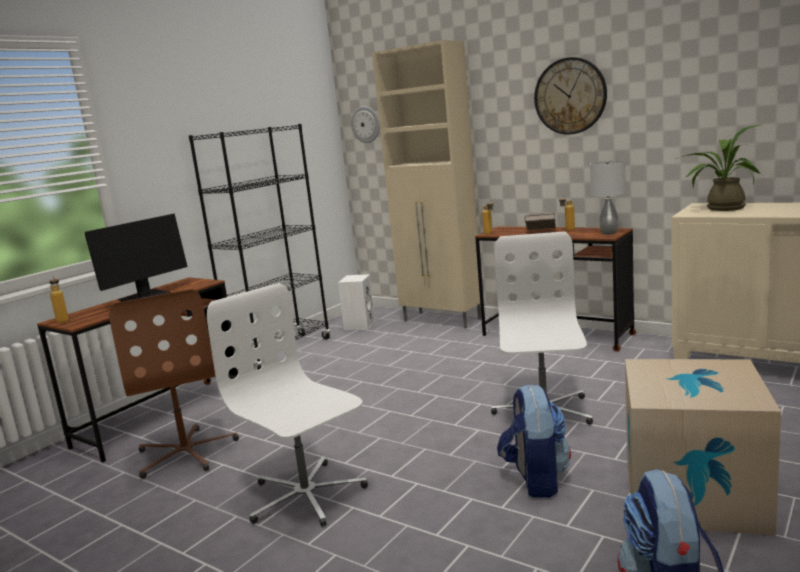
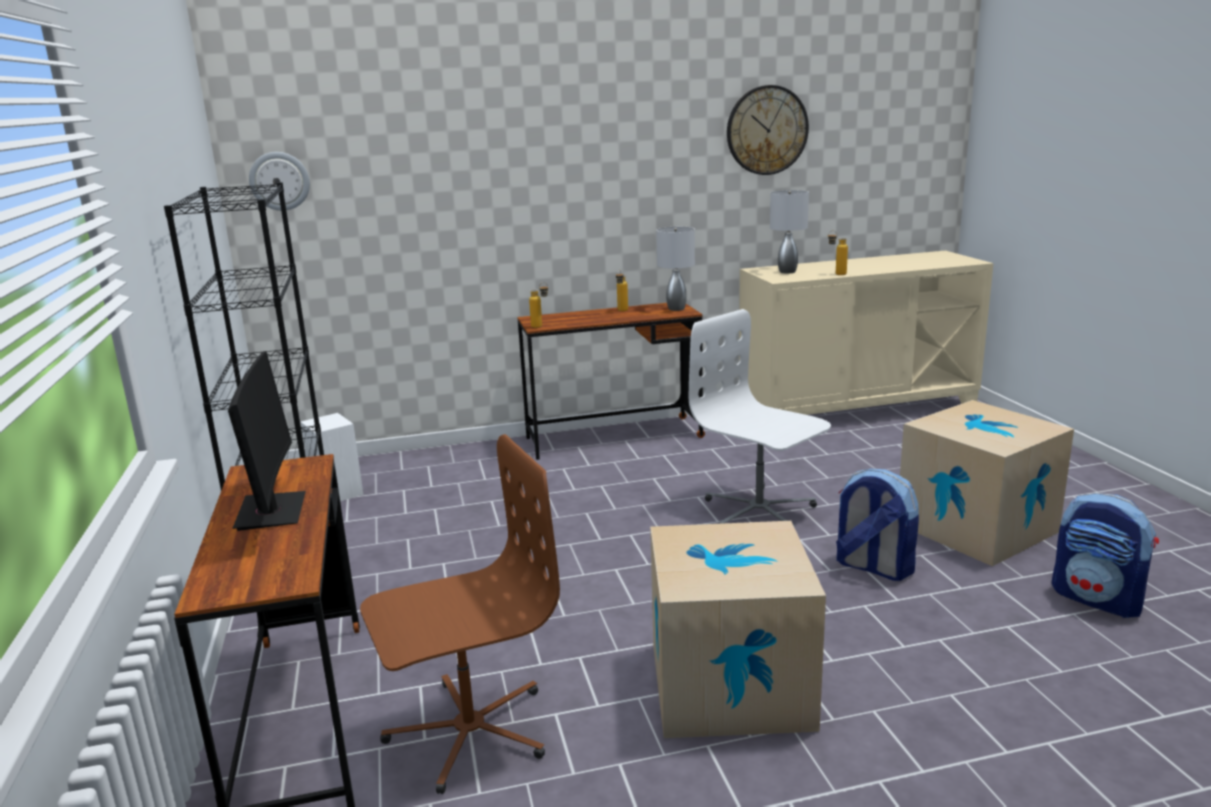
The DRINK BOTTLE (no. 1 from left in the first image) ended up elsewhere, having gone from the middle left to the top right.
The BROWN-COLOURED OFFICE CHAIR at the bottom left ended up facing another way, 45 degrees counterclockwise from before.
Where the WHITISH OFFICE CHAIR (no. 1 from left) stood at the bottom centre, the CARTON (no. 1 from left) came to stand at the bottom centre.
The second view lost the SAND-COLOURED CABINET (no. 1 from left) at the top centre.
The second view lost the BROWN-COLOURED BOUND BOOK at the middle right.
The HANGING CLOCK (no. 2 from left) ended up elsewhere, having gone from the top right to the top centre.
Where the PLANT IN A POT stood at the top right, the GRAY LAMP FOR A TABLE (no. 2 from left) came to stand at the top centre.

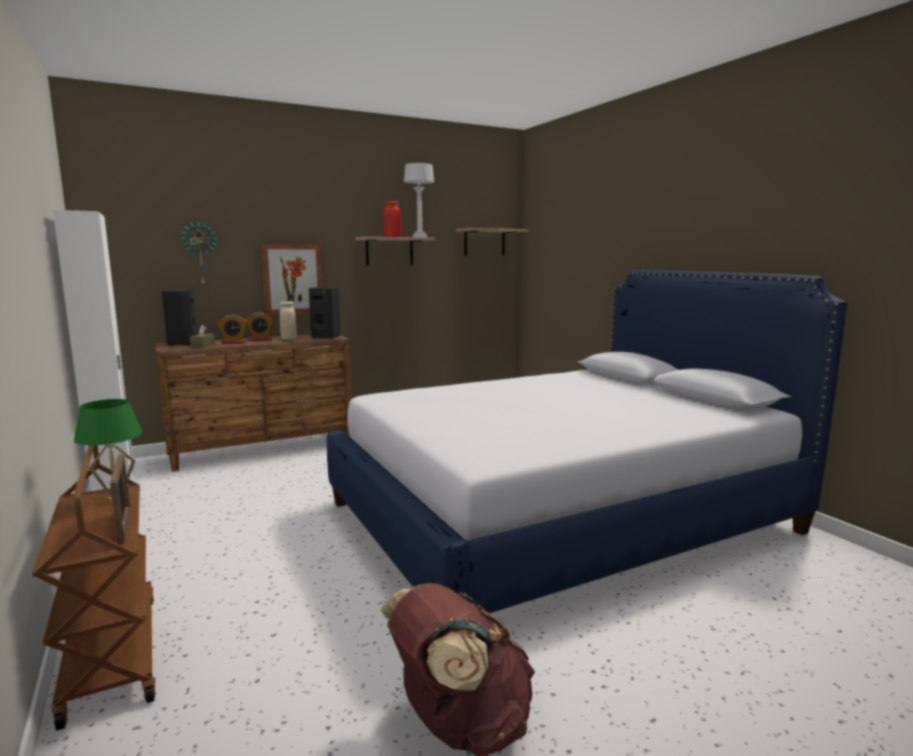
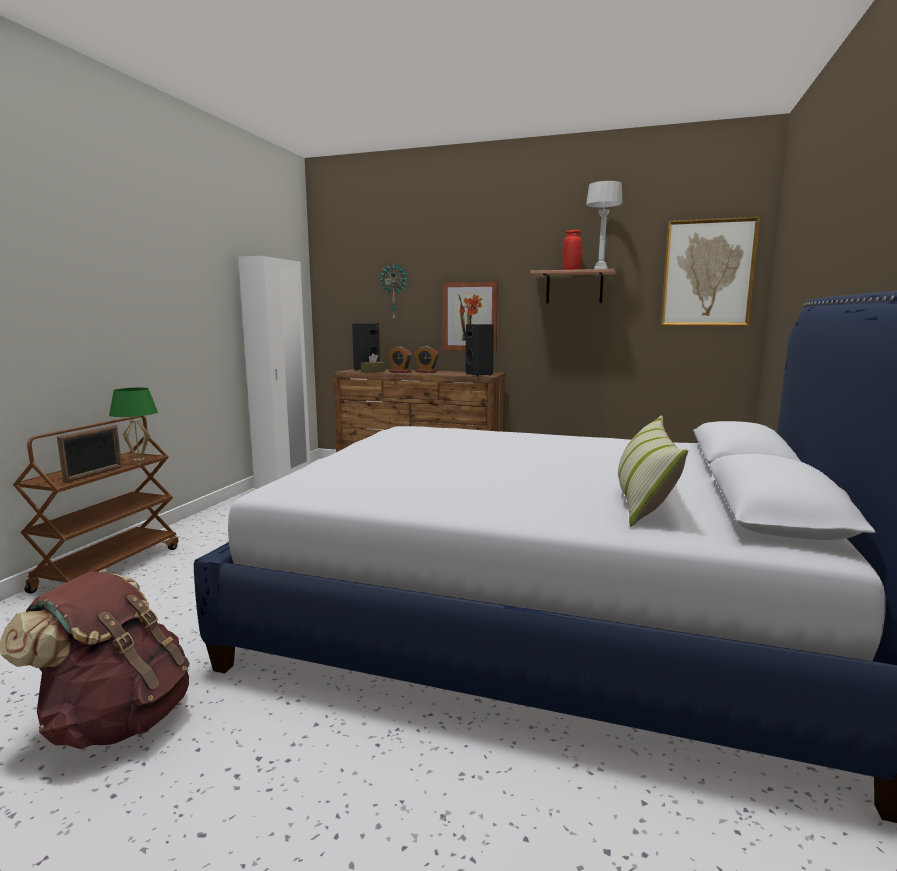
The second view lost the SAND-COLOURED DECORATIVE VASE at the middle left.
Where the SHELF (no. 2 from left) hung at the top centre, the PICTURE (no. 2 from left) came to hang at the top right.
The second view gained the CUSHION at the middle right.

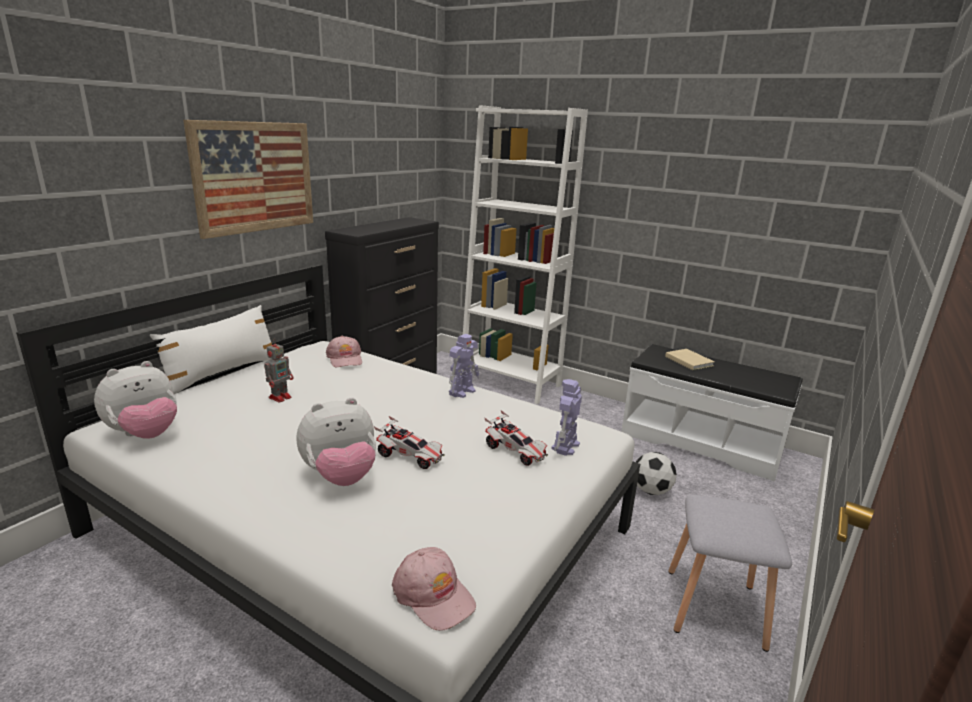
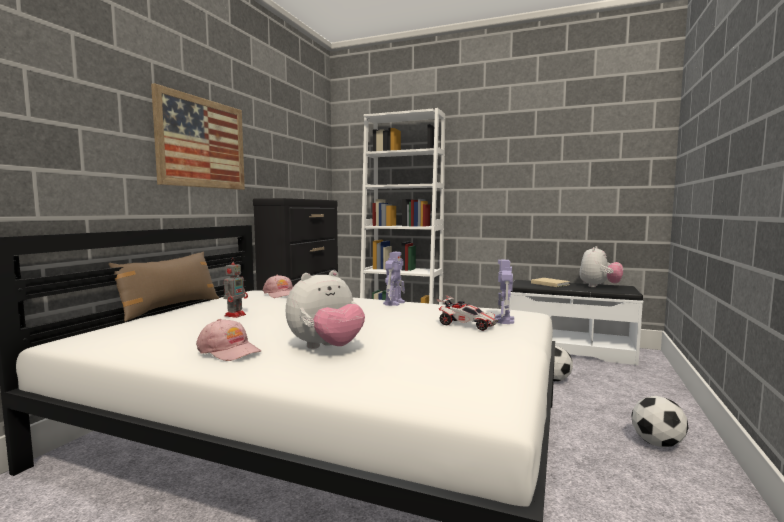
The SOFT TOY (no. 1 from left in the first image) ended up elsewhere, having gone from the middle left to the middle right.
What was the WHITISH CUSHION at the middle left turned into the BROWN-COLOURED CUSHION at the middle left.
The second view lost the TOY CAR (no. 1 from left) at the centre.
The PINK PEAKED CAP (no. 2 from left in the first image) ended up elsewhere, having gone from the bottom centre to the middle left.
Where the GRAY SITTING STOOL stood at the bottom right, the BALL FOR FOOTBALL (no. 2 from left) came to stand at the bottom right.

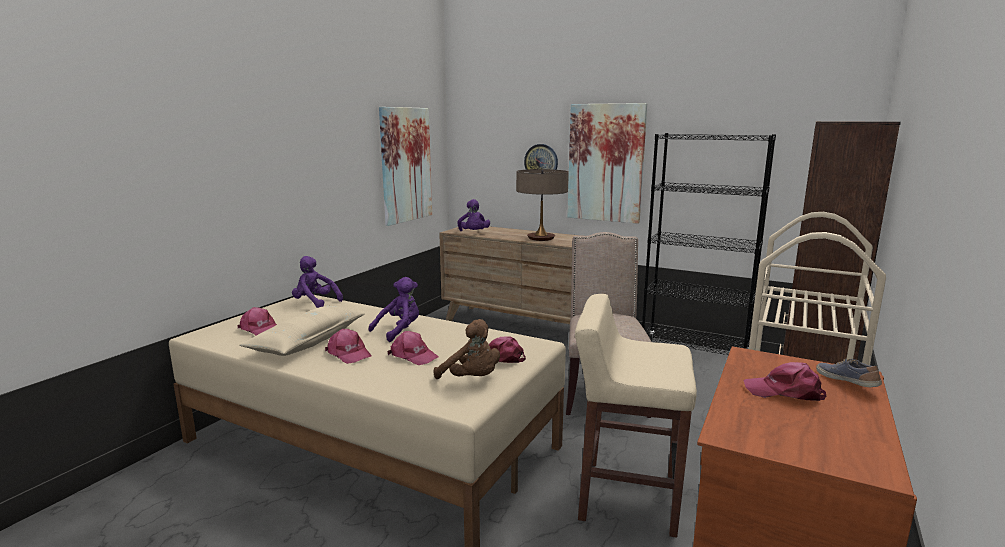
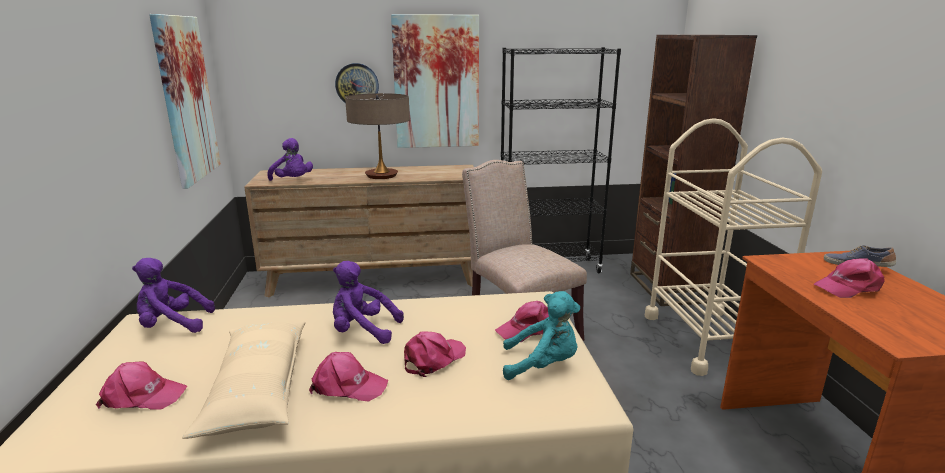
The PURPLISH SOFT TOY (no. 2 from left in the first image) at the centre ended up facing another way, 90 degrees counterclockwise from before.
The PINK PEAKED CAP (no. 3 from left) at the centre ended up facing another way, 45 degrees counterclockwise from before.
What was the BROWN-COLOURED SOFT TOY at the centre turned into the TURQUOISE-COLOURED SOFT TOY at the bottom centre.
The second view lost the SAND-COLOURED SITTING STOOL at the bottom centre.

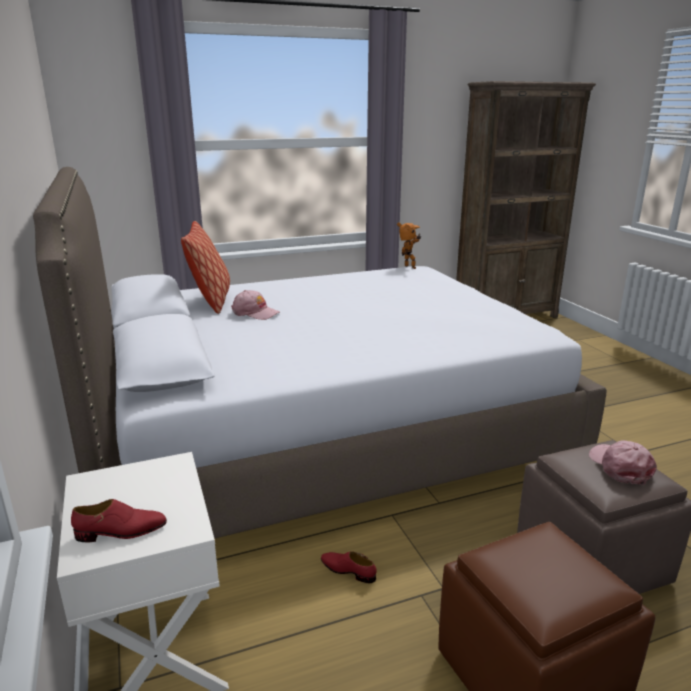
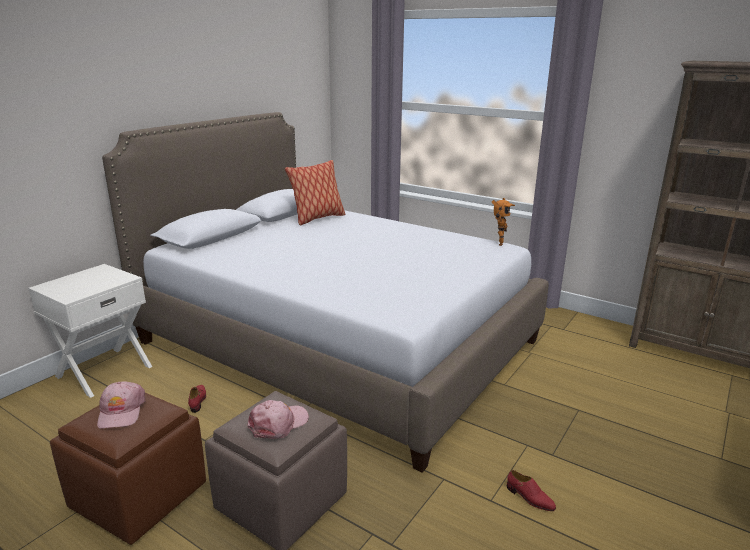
The RED LOW SHOE (no. 1 from left in the first image) ended up elsewhere, having gone from the bottom left to the bottom right.
The PINK PEAKED CAP (no. 1 from left) ended up elsewhere, having gone from the centre to the bottom left.

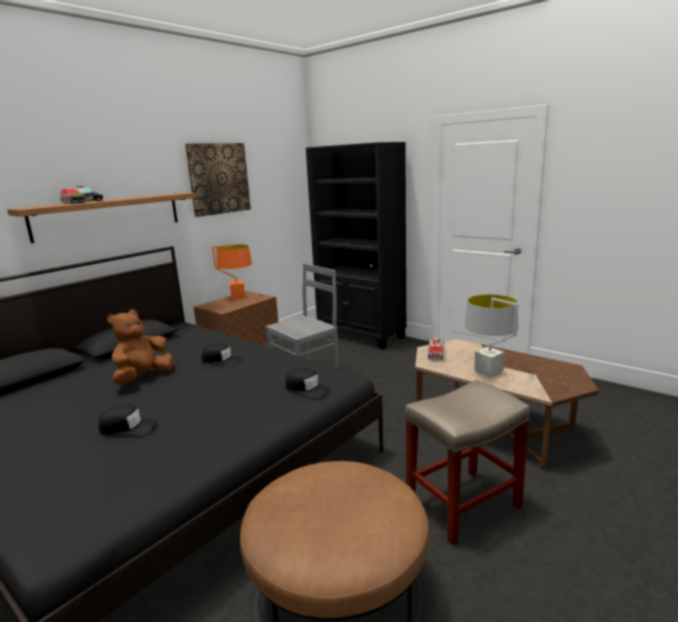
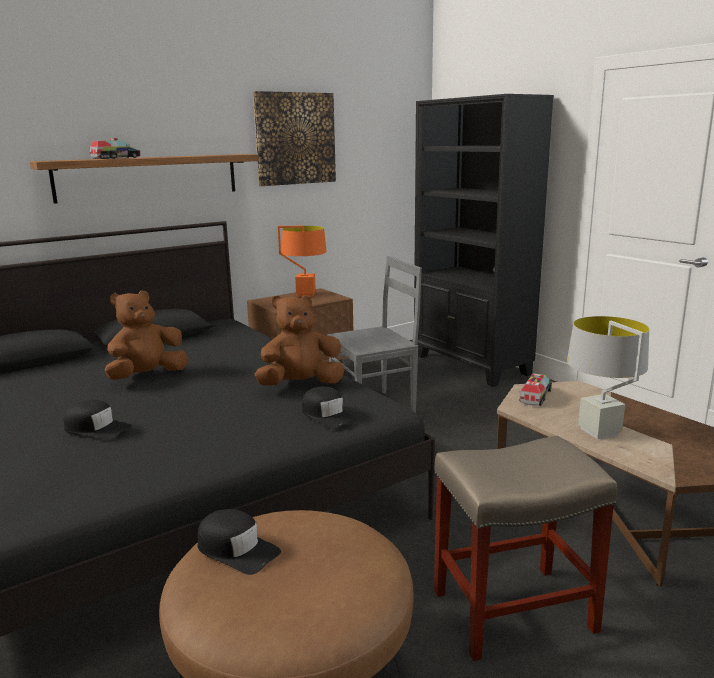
The BLACK PEAKED CAP (no. 2 from left) ended up elsewhere, having gone from the middle left to the bottom centre.
The second view gained the BROWN-COLOURED SOFT TOY (no. 2 from left) at the centre.

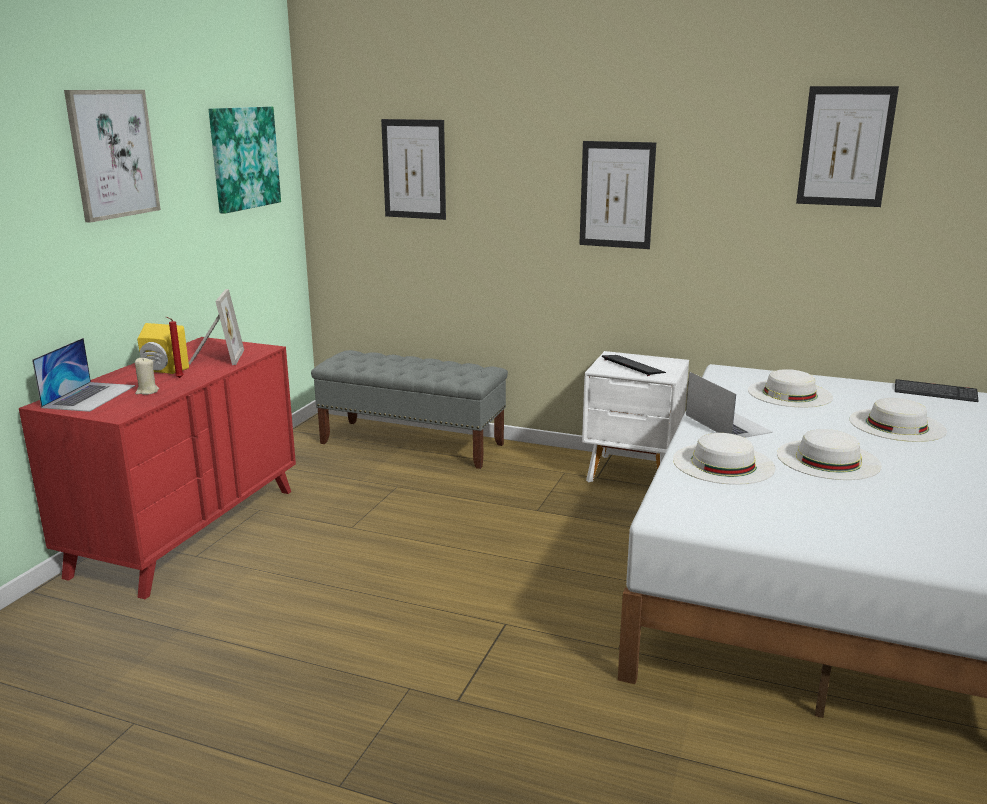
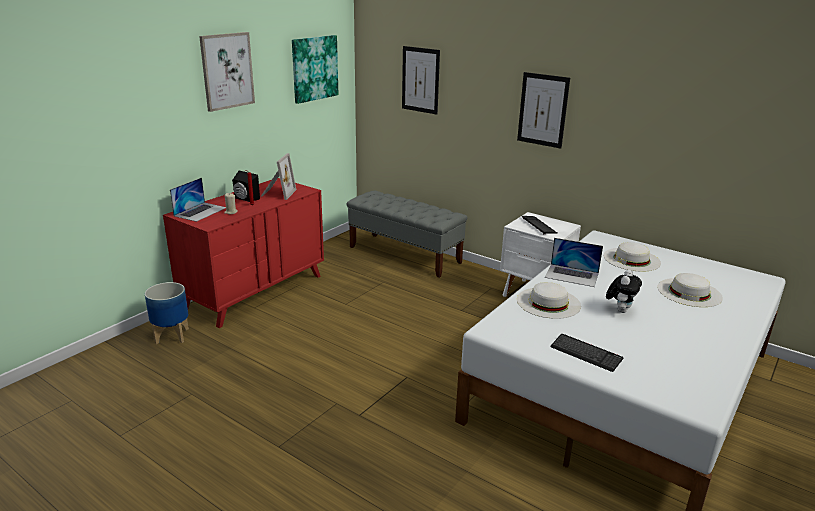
What was the YELLOW LOUDSPEAKER at the middle left turned into the BLACK LOUDSPEAKER at the middle left.
The PORTABLE COMPUTER (no. 2 from left) at the middle right ended up facing another way, 120 degrees clockwise from before.
Where the WHITISH HAT (no. 3 from left) stood at the middle right, the SOFT TOY came to stand at the middle right.
The second view lost the PICTURE (no. 5 from left) at the top right.
The COMPUTER KEYBOARD (no. 2 from left) ended up elsewhere, having gone from the middle right to the bottom right.
The second view gained the PLANTER at the middle left.

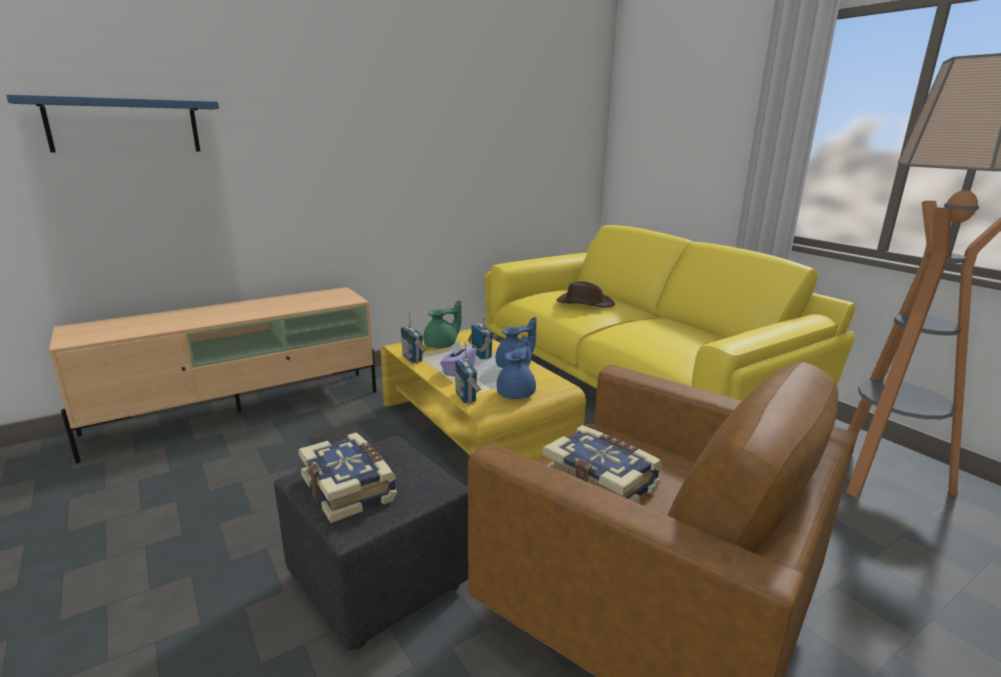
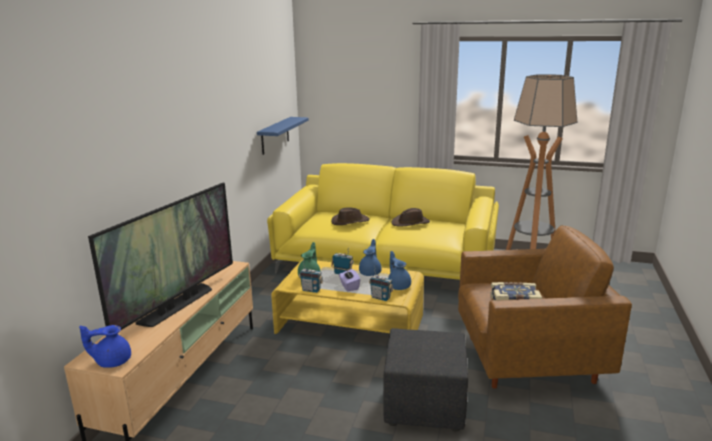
The BLUISH SHELF ended up elsewhere, having gone from the top left to the top centre.
The second view lost the BOUND BOOK (no. 1 from left) at the bottom centre.
The second view gained the BLUISH POT FOR TEA (no. 1 from left) at the bottom left.
The second view gained the TV at the middle left.
The second view gained the BROWN-COLOURED HAT (no. 2 from left) at the centre.

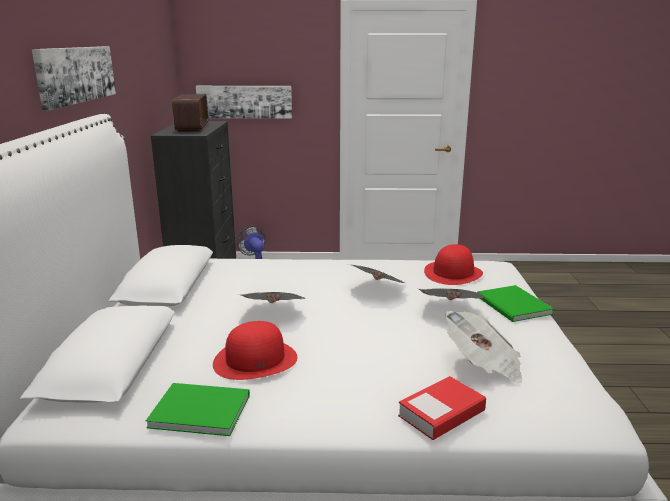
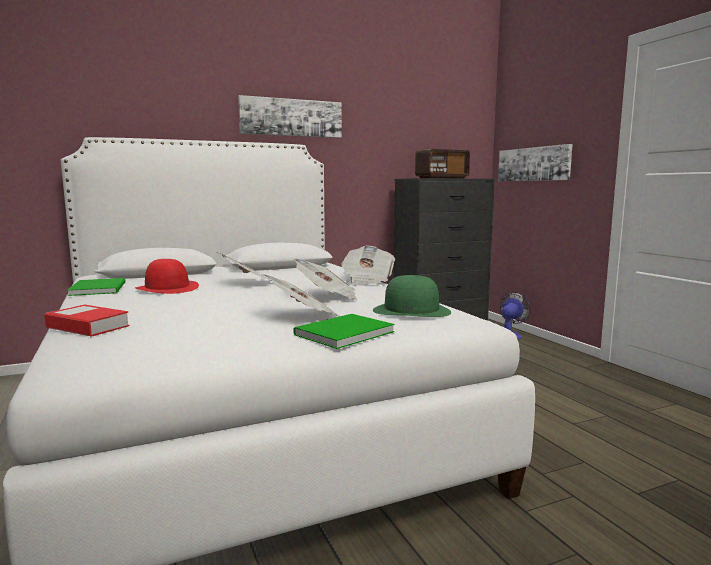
What was the RED HAT (no. 2 from left) at the middle right turned into the GREEN HAT at the centre.
The DAILY PAPER (no. 4 from left) ended up elsewhere, having gone from the bottom right to the centre.

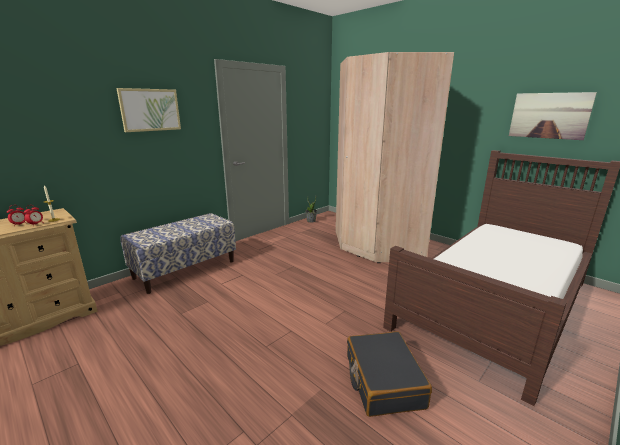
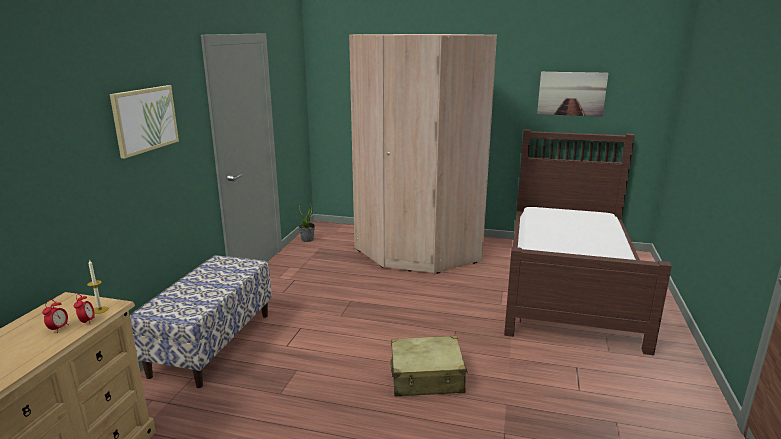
The second view lost the BLACK PIECE OF LUGGAGE at the bottom centre.
The second view gained the SAND-COLOURED PIECE OF LUGGAGE at the bottom centre.

